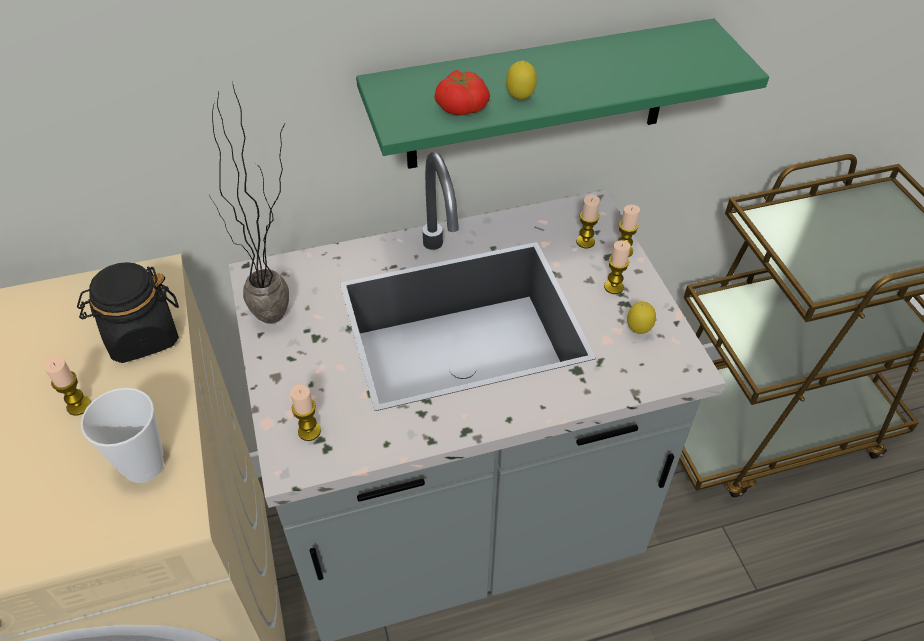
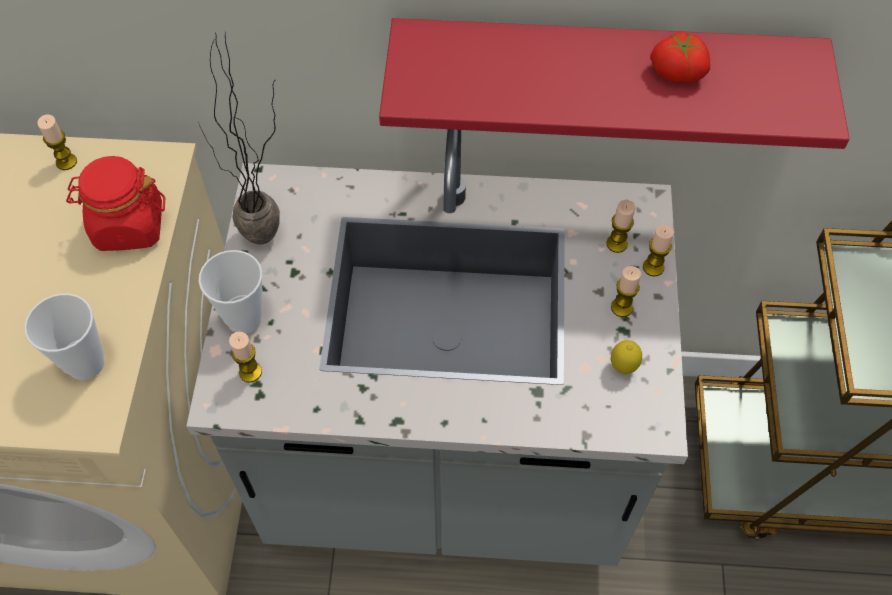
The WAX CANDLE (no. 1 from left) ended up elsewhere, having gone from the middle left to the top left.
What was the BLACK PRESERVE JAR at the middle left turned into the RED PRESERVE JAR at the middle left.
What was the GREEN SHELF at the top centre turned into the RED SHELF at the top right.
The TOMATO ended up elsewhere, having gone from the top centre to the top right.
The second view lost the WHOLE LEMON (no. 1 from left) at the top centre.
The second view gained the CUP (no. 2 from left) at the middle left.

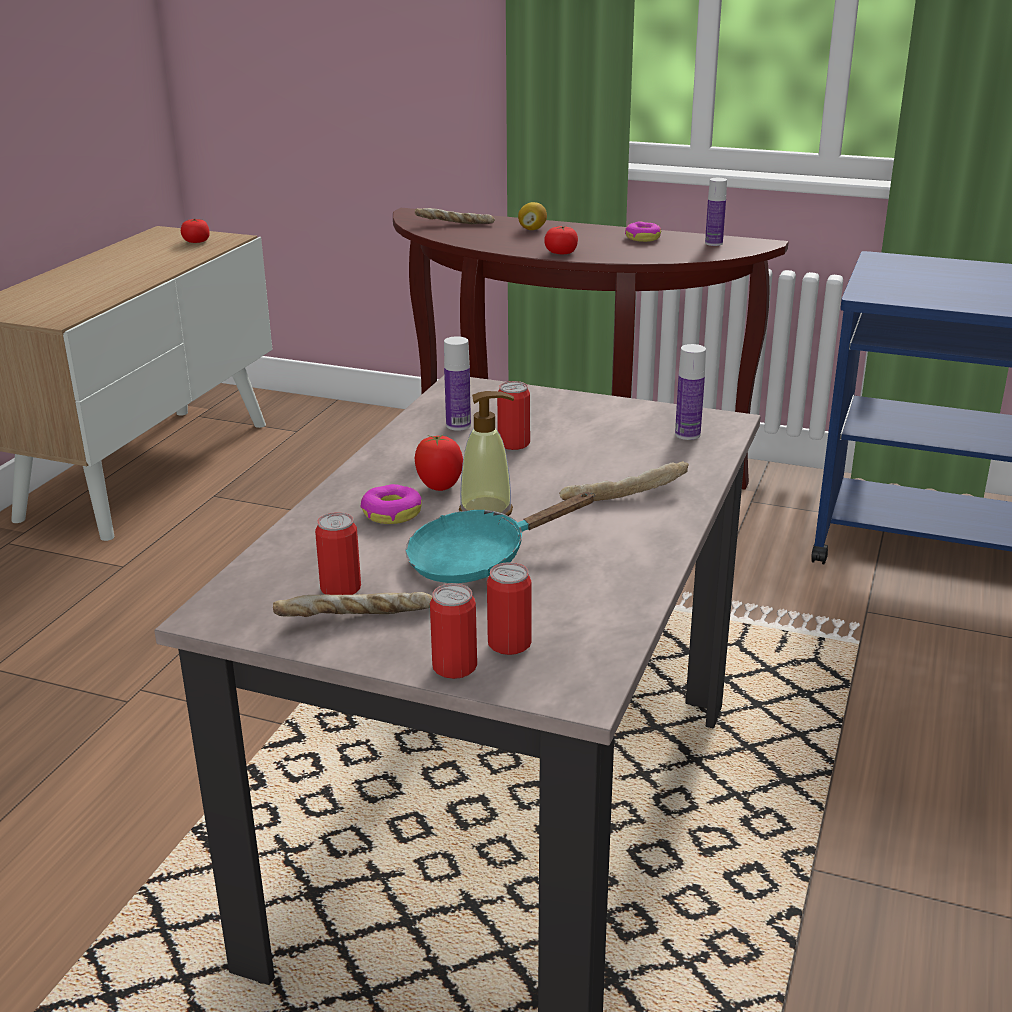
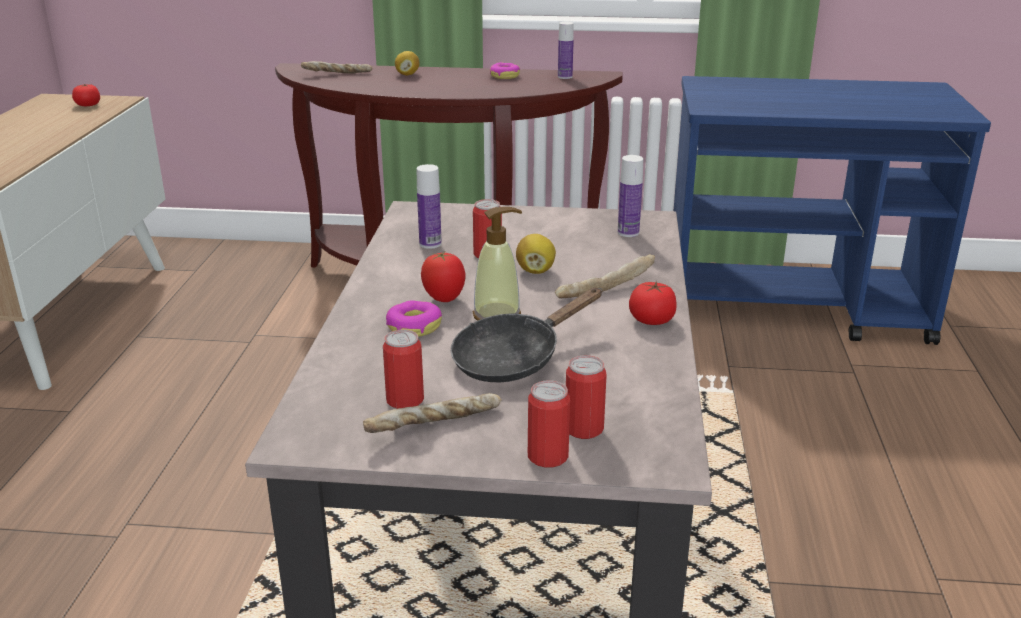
What was the TURQUOISE-COLOURED SKILLET at the centre turned into the BLACK SKILLET at the centre.
The TOMATO (no. 3 from left) ended up elsewhere, having gone from the top centre to the centre.
The second view gained the WHOLE LEMON (no. 2 from left) at the centre.

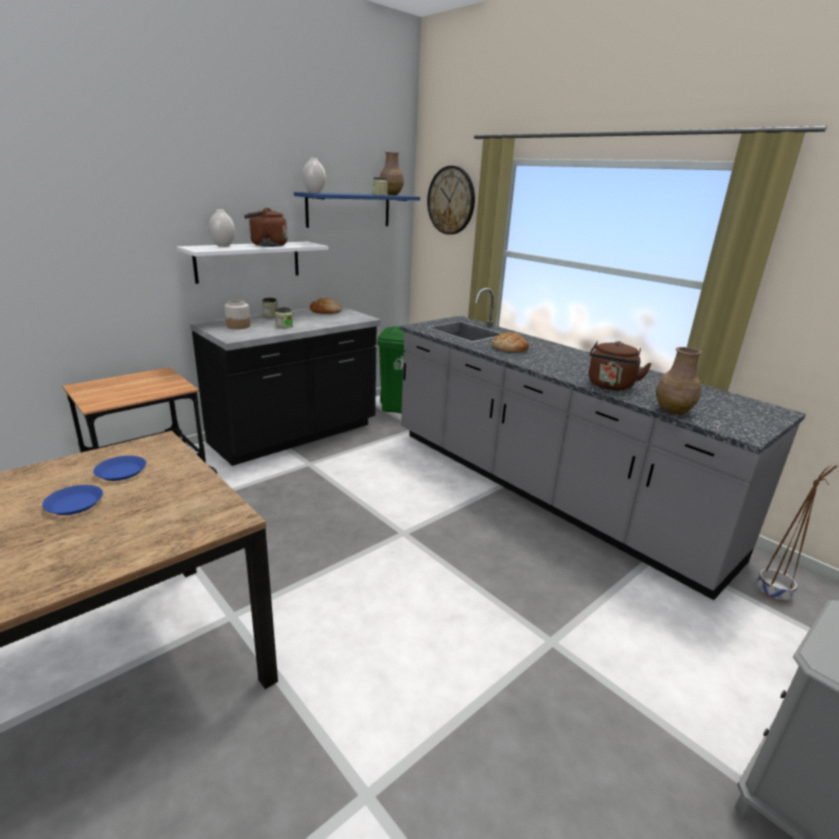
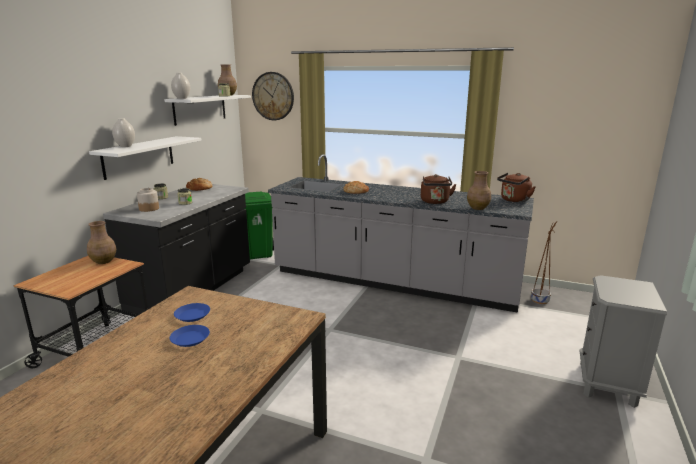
The BROWN-COLOURED TEA KETTLE (no. 1 from left in the first image) ended up elsewhere, having gone from the top left to the middle right.
What was the BLUISH SHELF at the top centre turned into the WHITISH SHELF (no. 2 from left) at the top left.
The second view gained the BROWN-COLOURED DECORATIVE VASE (no. 1 from left) at the middle left.

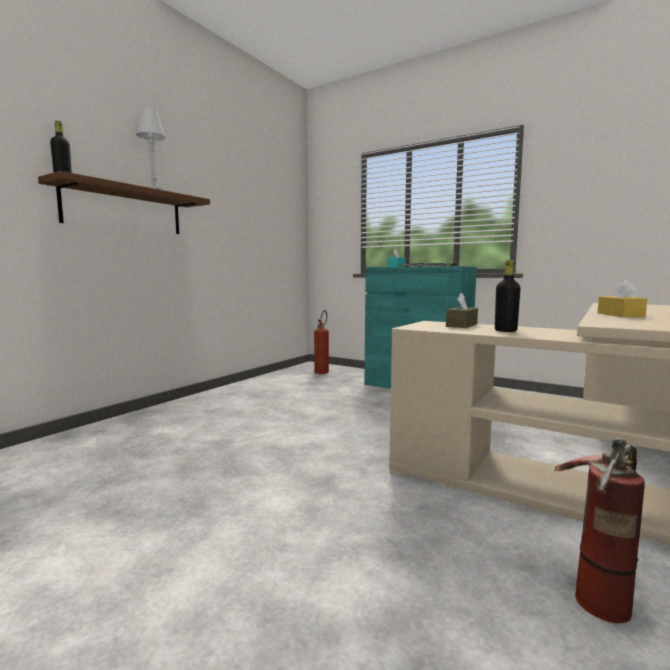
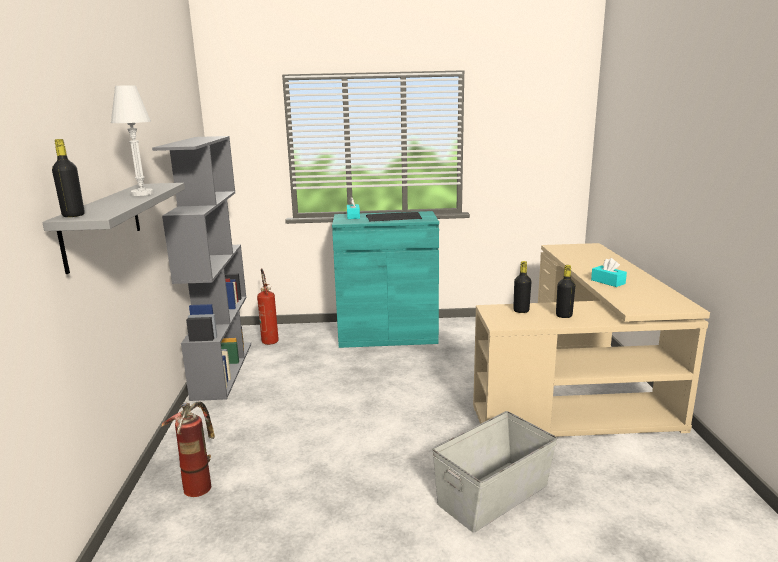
What was the BROWN-COLOURED SHELF at the top left turned into the GRAY SHELF at the middle left.
Where the BROWN-COLOURED TISSUE BOX stood at the middle right, the BLACK DRINK BOTTLE (no. 2 from left) came to stand at the middle right.
The FIRE EXTINGUISHER (no. 2 from left in the first image) ended up elsewhere, having gone from the bottom right to the bottom left.
What was the YELLOW TISSUE BOX at the middle right turned into the TURQUOISE-COLOURED TISSUE BOX (no. 2 from left) at the middle right.
The second view gained the GRAY BOOKCASE at the middle left.
The second view gained the GRAY STORAGE BIN at the bottom centre.

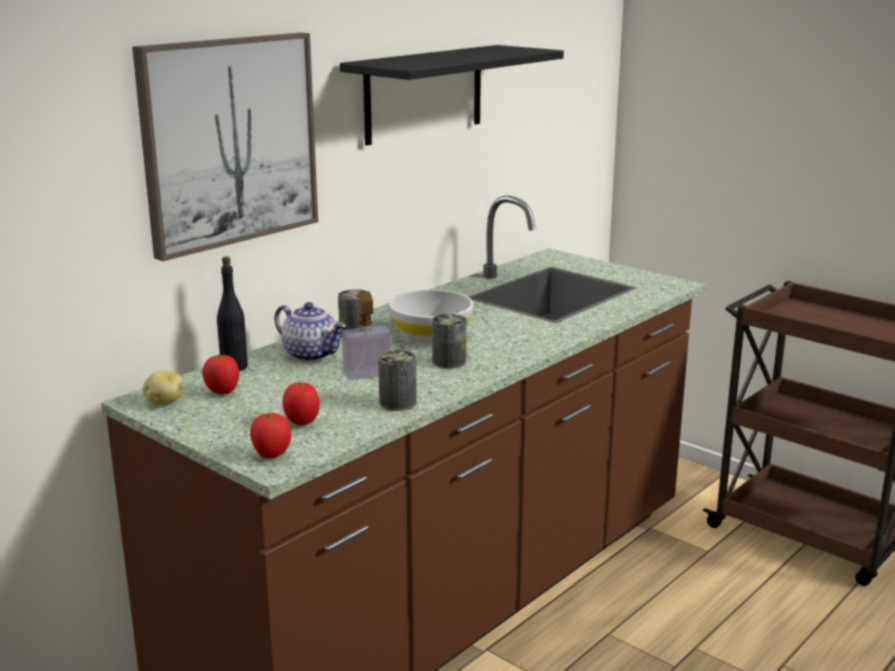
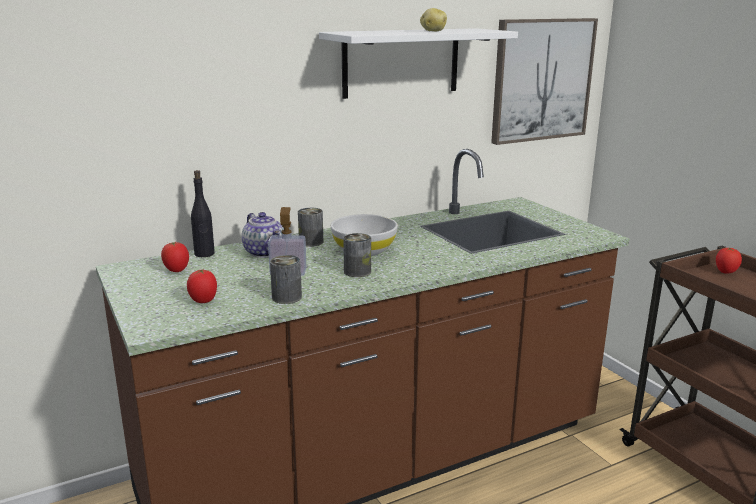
The PICTURE ended up elsewhere, having gone from the top left to the top right.
The POTATO ended up elsewhere, having gone from the middle left to the top centre.
The TOMATO (no. 2 from left in the first image) ended up elsewhere, having gone from the middle left to the middle right.
What was the BLACK SHELF at the top centre turned into the WHITISH SHELF at the top centre.

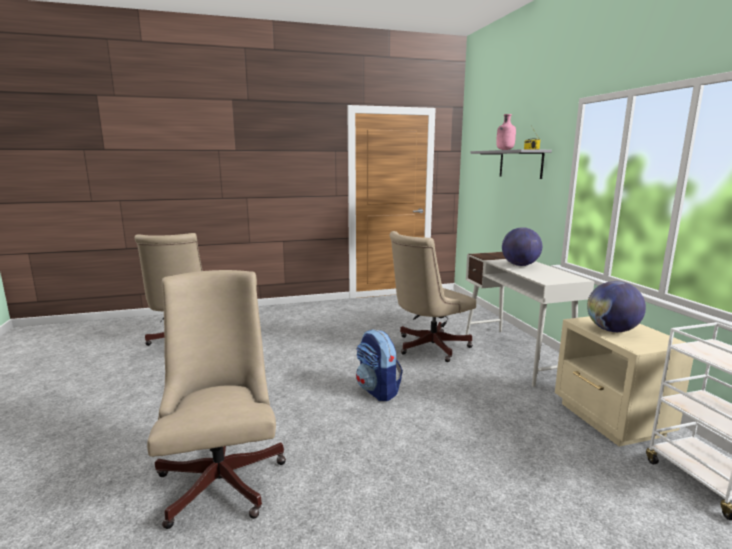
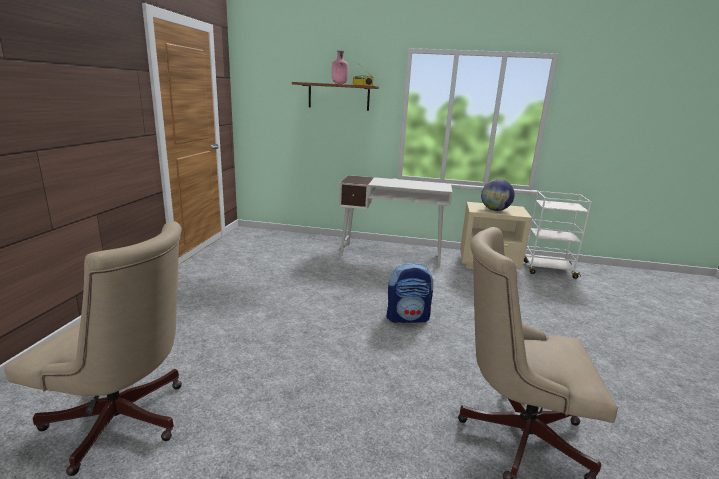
The second view lost the SAND-COLOURED OFFICE CHAIR (no. 3 from left) at the centre.
What was the GRAY SHELF at the top right turned into the BROWN-COLOURED SHELF at the top centre.
The second view lost the DESK GLOBE (no. 1 from left) at the middle right.

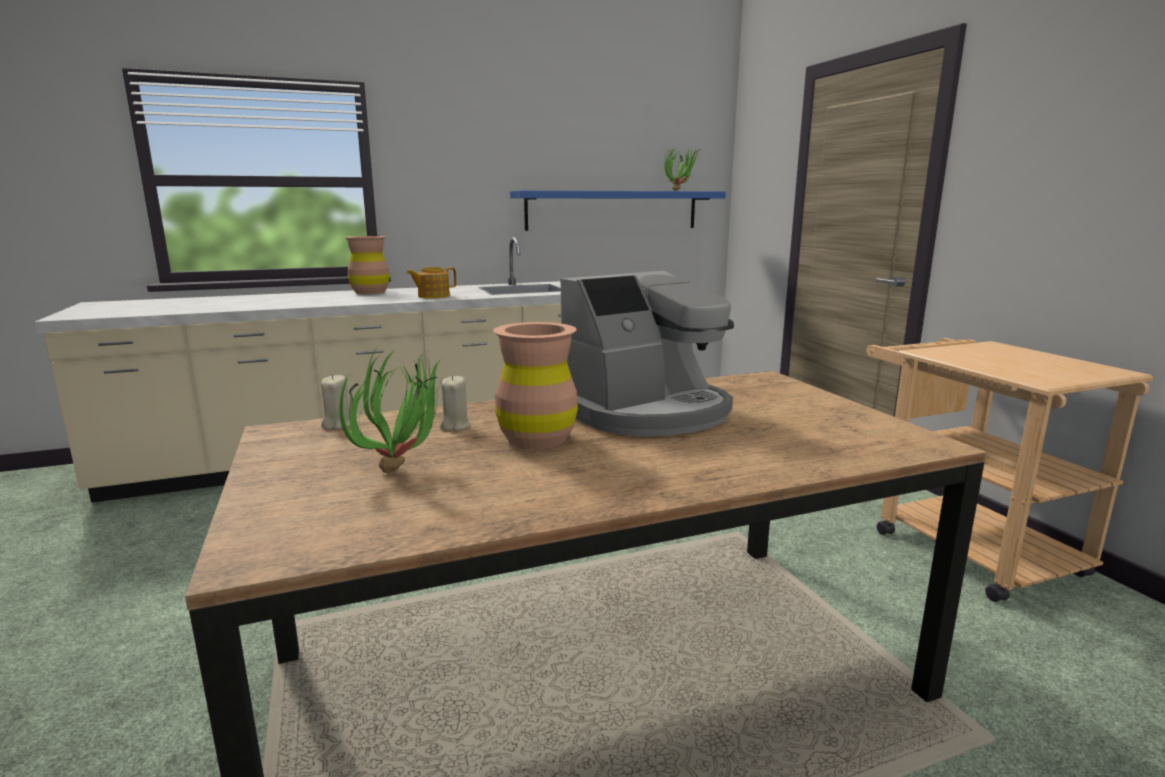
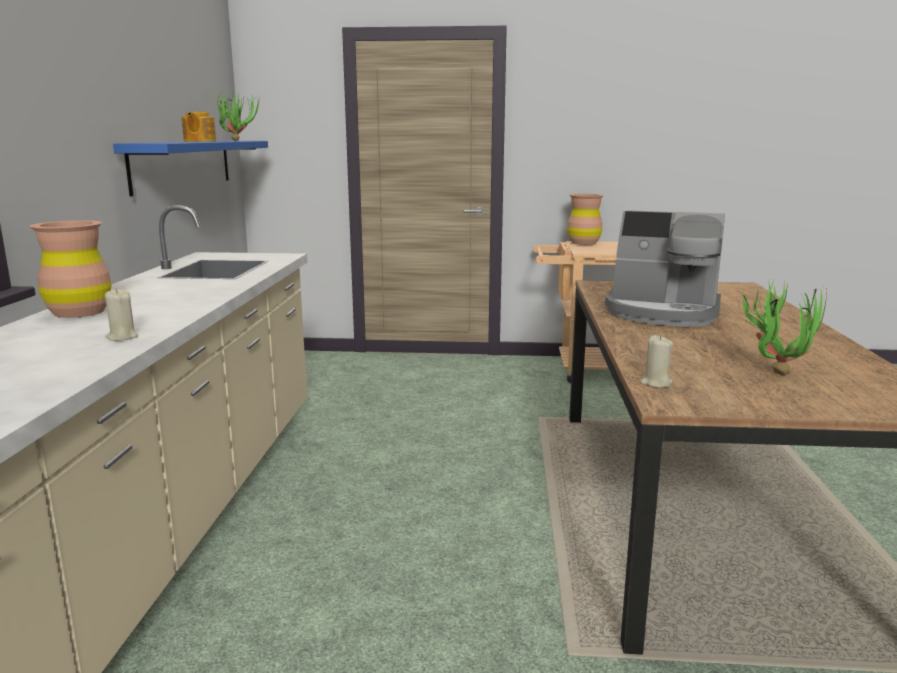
The POT FOR TEA ended up elsewhere, having gone from the centre to the top left.
The SAND-COLOURED WAX CANDLE (no. 2 from left in the first image) ended up elsewhere, having gone from the centre to the middle left.
The BROWN-COLOURED DECORATIVE VASE (no. 2 from left) ended up elsewhere, having gone from the centre to the top centre.
The COFFEE MAKER at the centre ended up facing another way, 120 degrees clockwise from before.

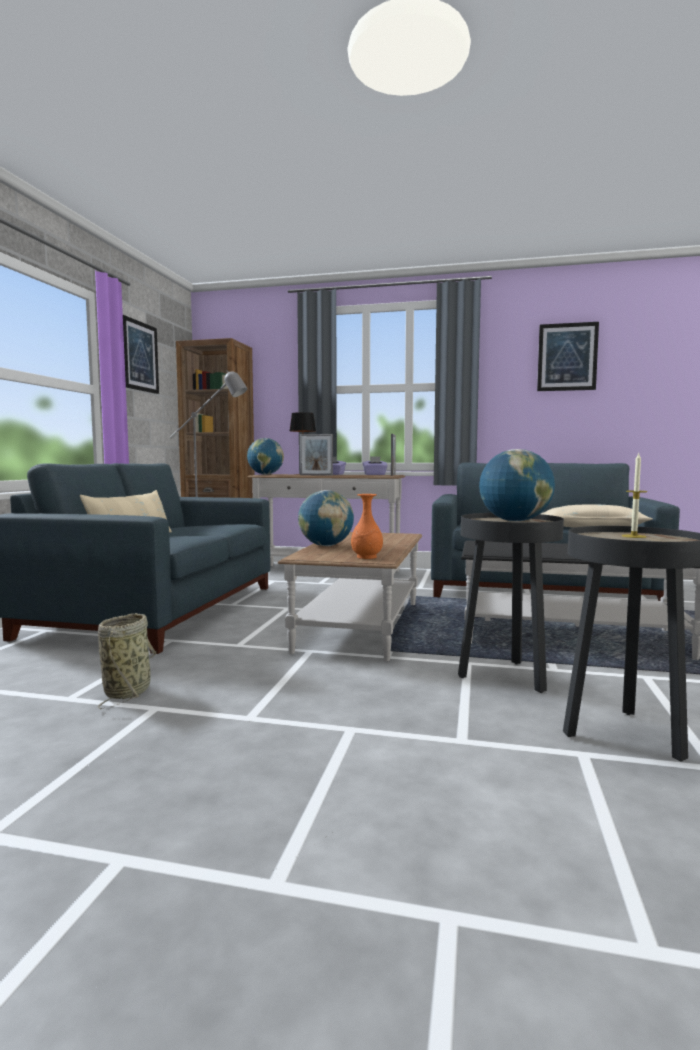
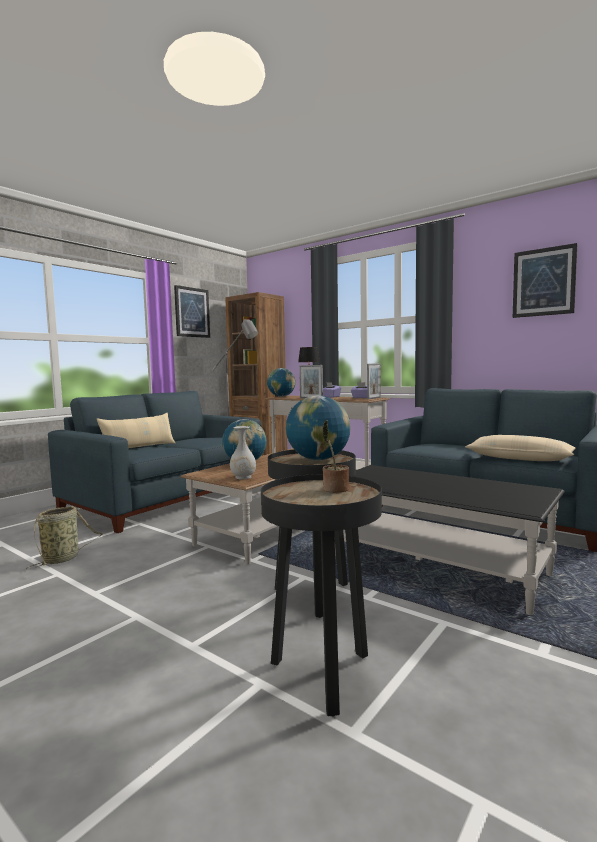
What was the ORANGE DECORATIVE VASE at the centre turned into the WHITISH DECORATIVE VASE at the centre.
Where the WAX CANDLE stood at the middle right, the PLANT IN A POT came to stand at the centre.

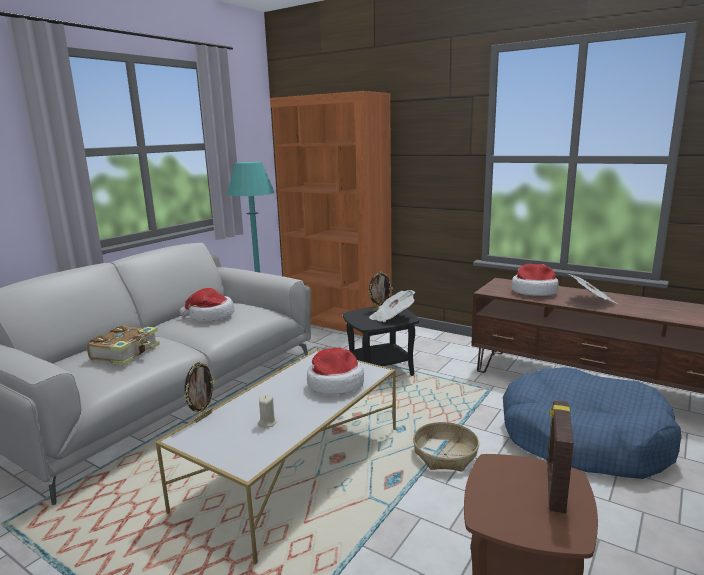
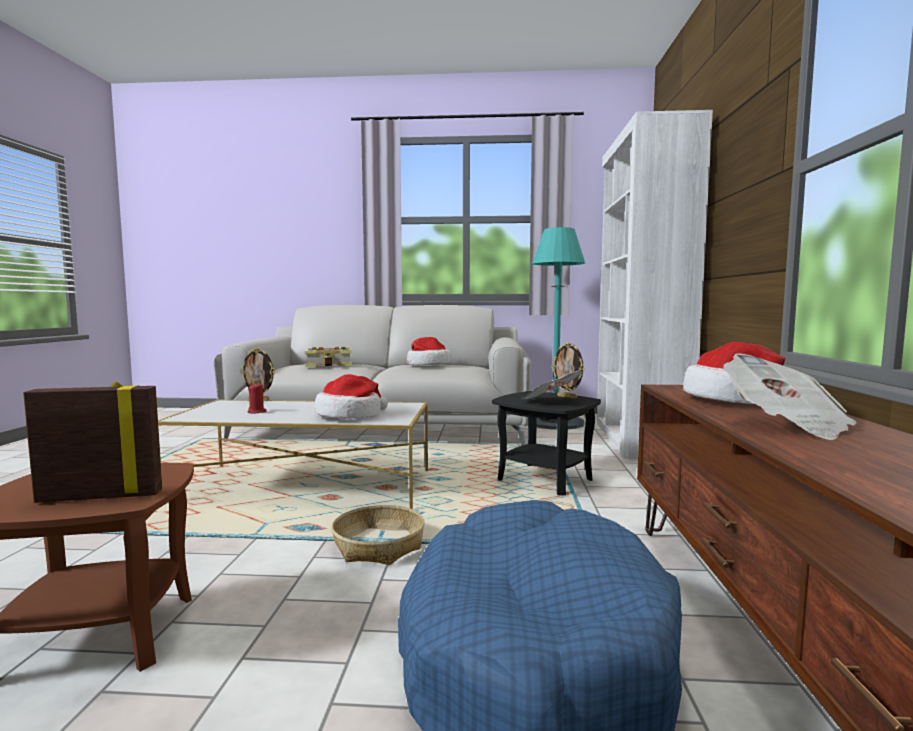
What was the SAND-COLOURED WAX CANDLE at the bottom centre turned into the RED WAX CANDLE at the middle left.
What was the ORANGE BOOKCASE at the centre turned into the WHITISH BOOKCASE at the middle right.

